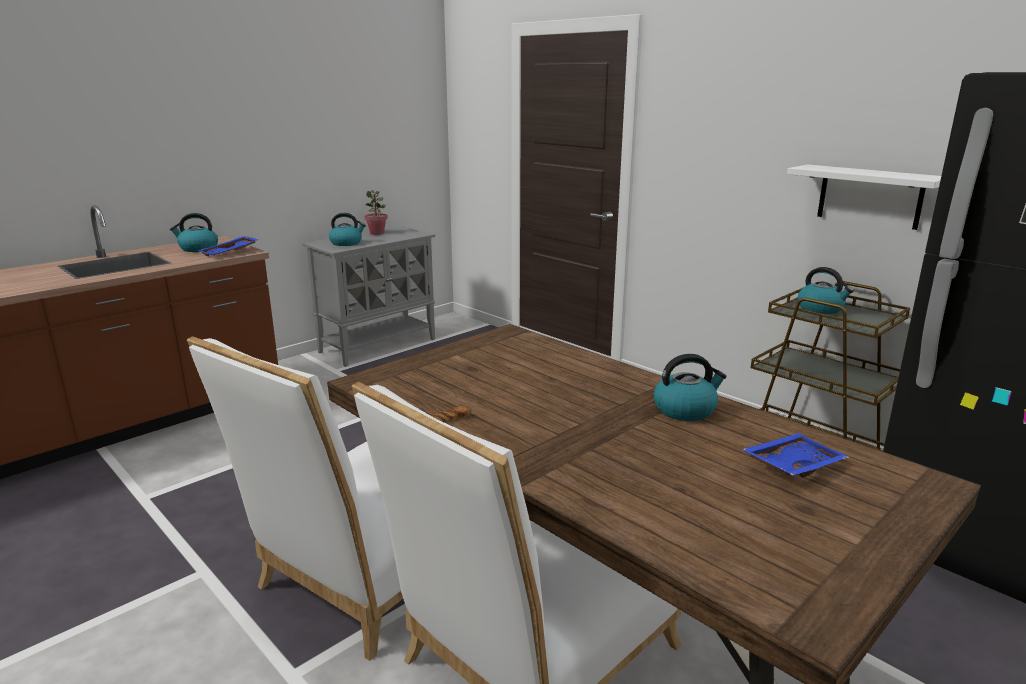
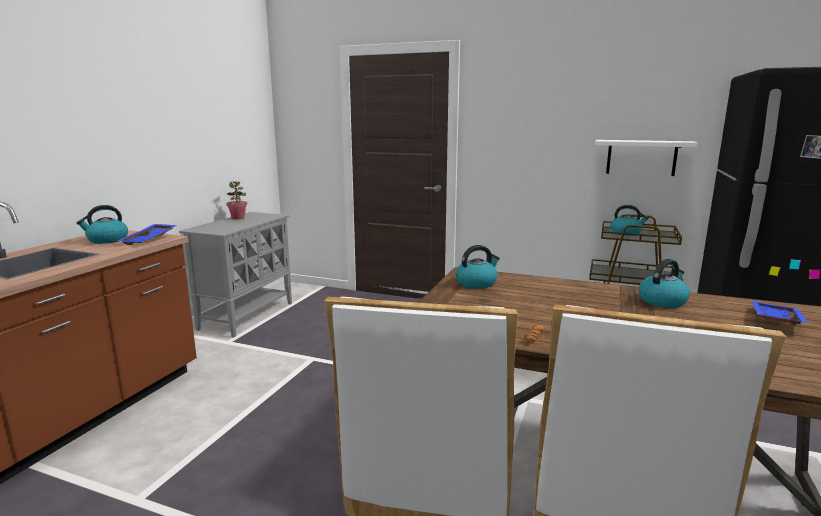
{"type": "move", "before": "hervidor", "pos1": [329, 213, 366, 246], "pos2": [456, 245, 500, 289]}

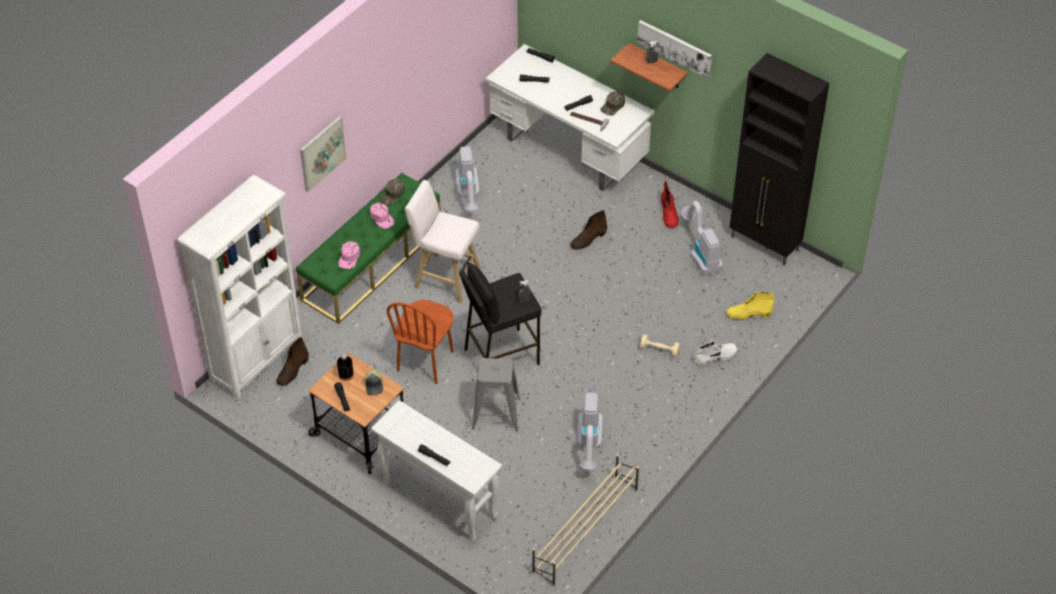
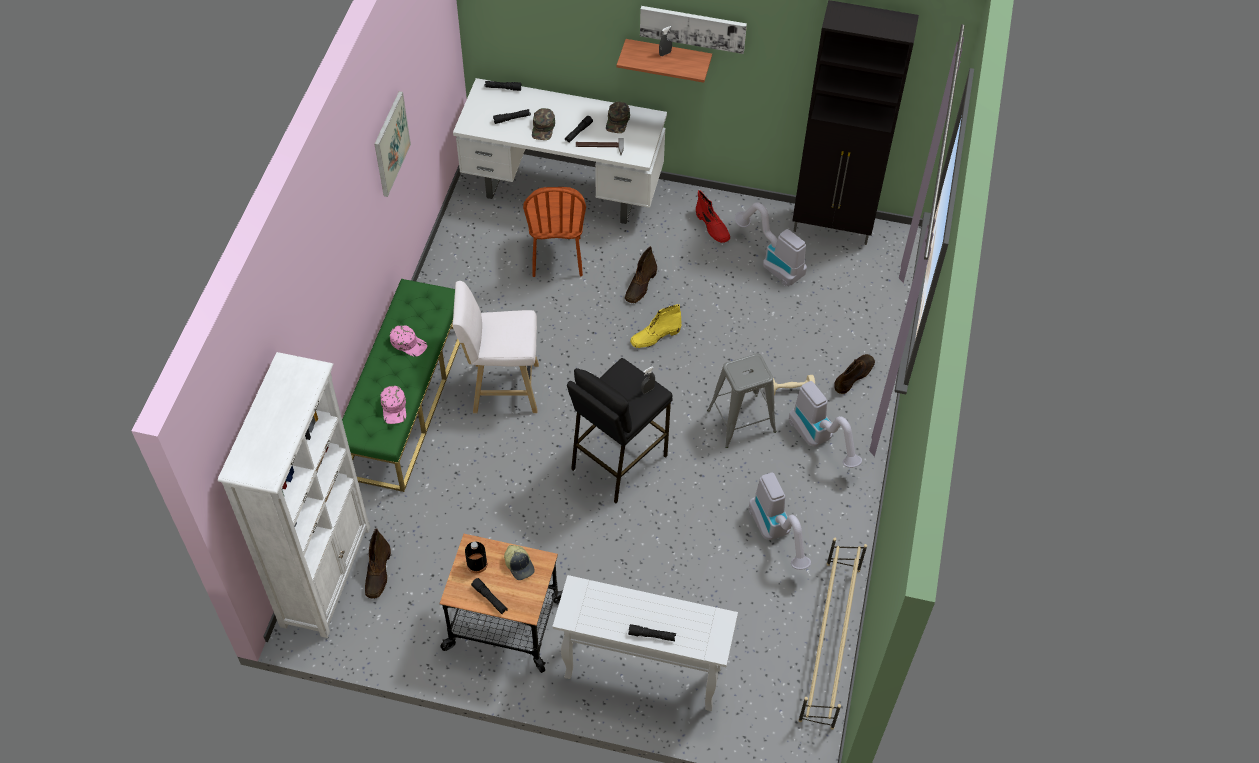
{"type": "move", "before": "cuadro", "pos1": [300, 116, 347, 192], "pos2": [374, 91, 411, 197]}
{"type": "move", "before": "gorra (verde)", "pos1": [380, 179, 405, 205], "pos2": [532, 108, 555, 140]}
{"type": "move", "before": "silla (marrón)", "pos1": [387, 300, 453, 384], "pos2": [523, 187, 586, 277]}
{"type": "move", "before": "aspiradora", "pos1": [455, 146, 479, 211], "pos2": [789, 381, 862, 468]}
{"type": "move", "before": "taburete (gris)", "pos1": [472, 358, 520, 431], "pos2": [707, 353, 777, 448]}
{"type": "recolor", "before": "bota (blanco)", "after": "bota (marrón)", "pos1": [694, 340, 737, 367], "pos2": [834, 354, 875, 394]}
{"type": "move", "before": "bota (amarillo)", "pos1": [726, 292, 774, 320], "pos2": [630, 304, 682, 348]}

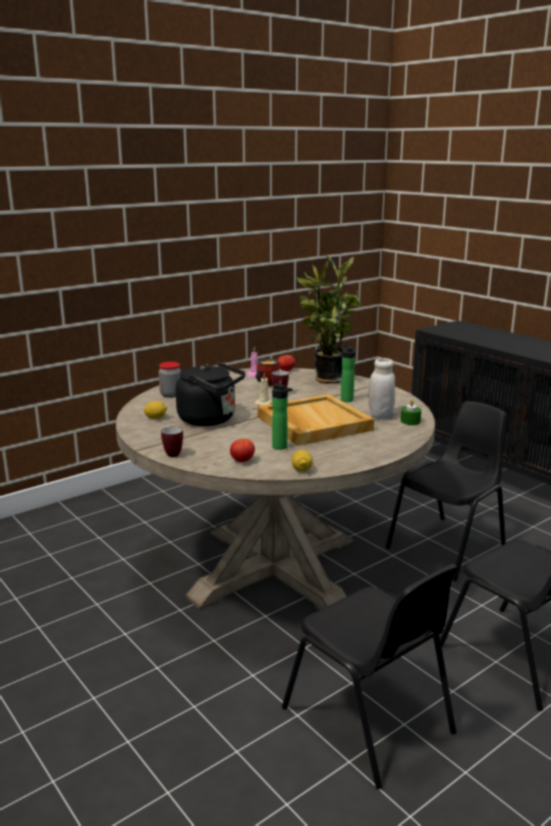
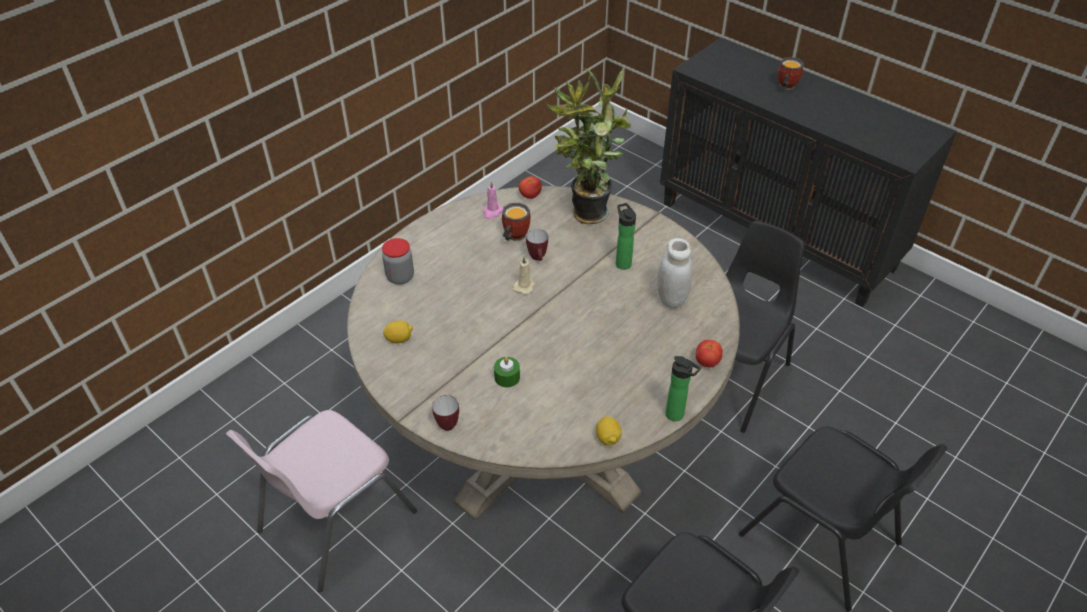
{"type": "delete", "before": "hervidor (negro)", "pos1": [176, 362, 246, 426]}
{"type": "move", "before": "tomate", "pos1": [230, 439, 255, 462], "pos2": [696, 340, 723, 367]}
{"type": "delete", "before": "bandeja (beis)", "pos1": [257, 394, 374, 446]}
{"type": "move", "before": "botella", "pos1": [272, 383, 292, 450], "pos2": [665, 356, 701, 421]}
{"type": "move", "before": "vela (verde)", "pos1": [401, 399, 421, 425], "pos2": [494, 357, 520, 387]}
{"type": "insert", "after": "silla (rosa)", "pos2": [226, 410, 417, 592]}
{"type": "insert", "after": "taza grande", "pos2": [778, 57, 804, 90]}

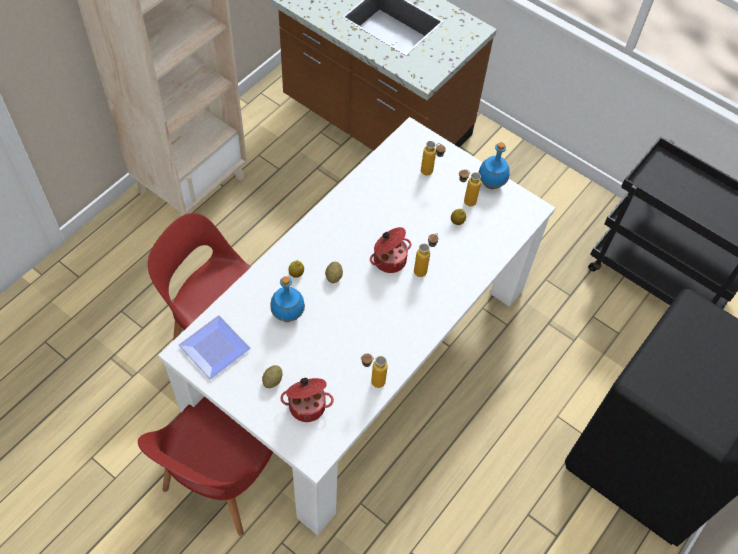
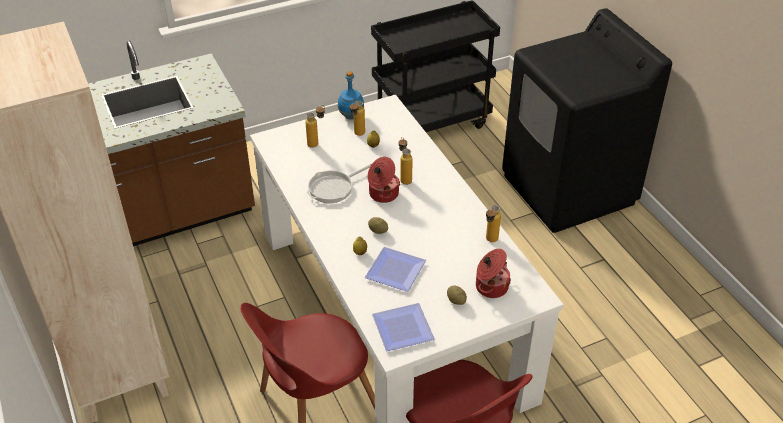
{"type": "replace", "before": "botella (azul)", "after": "plato", "pos1": [270, 276, 305, 322], "pos2": [365, 247, 426, 292]}
{"type": "insert", "after": "sartén", "pos2": [307, 164, 371, 203]}

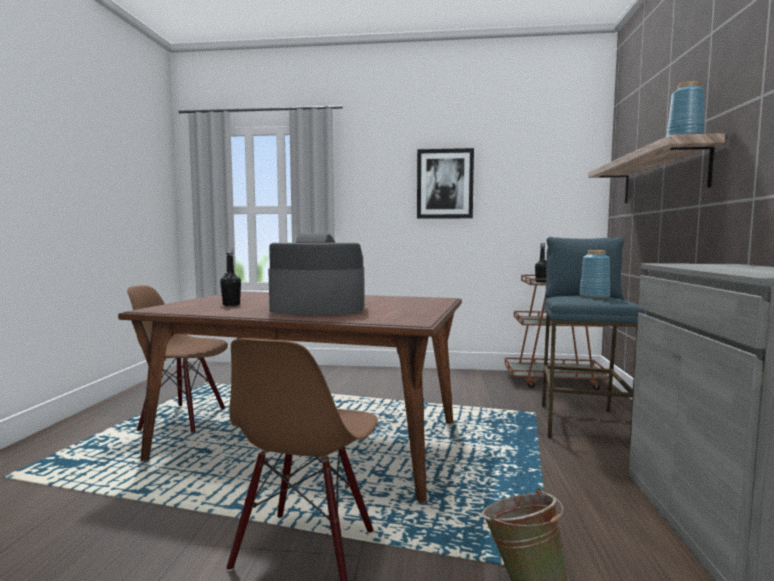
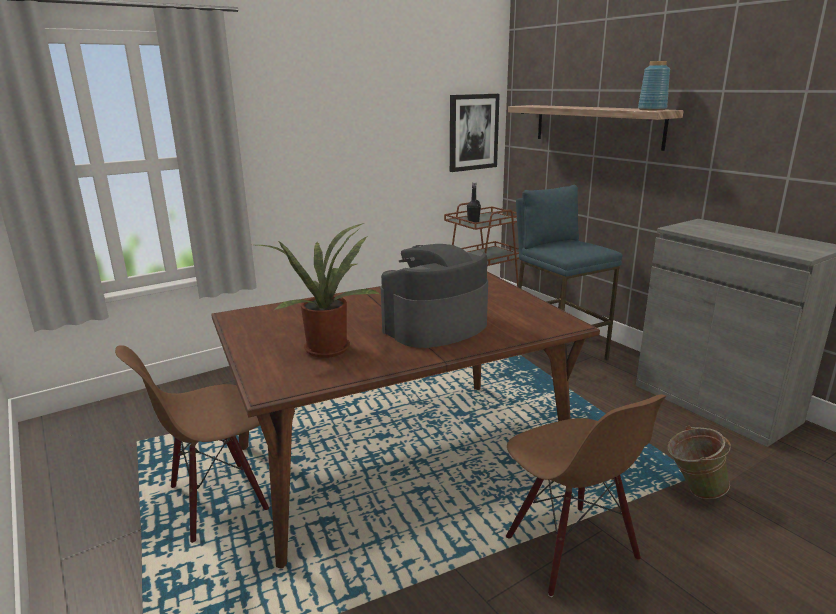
{"type": "replace", "before": "botella (negro)", "after": "planta en maceta", "pos1": [220, 248, 241, 306], "pos2": [258, 223, 381, 358]}
{"type": "move", "before": "cuadro", "pos1": [417, 148, 474, 219], "pos2": [450, 94, 500, 172]}
{"type": "delete", "before": "florero (azul)", "pos1": [579, 250, 610, 298]}

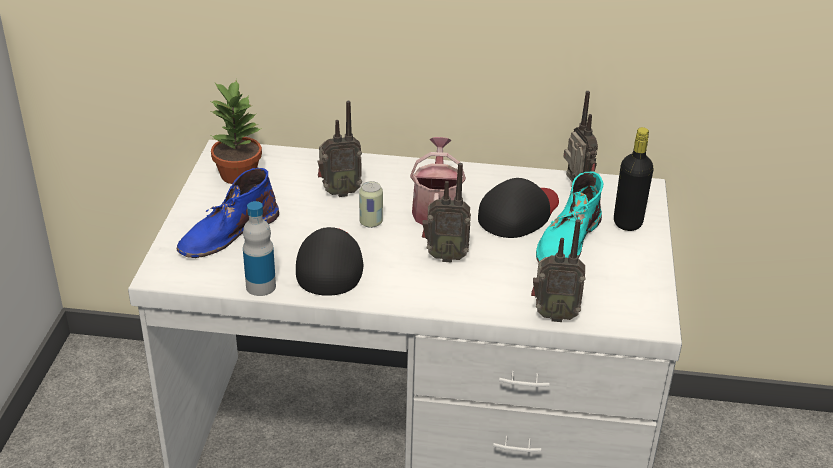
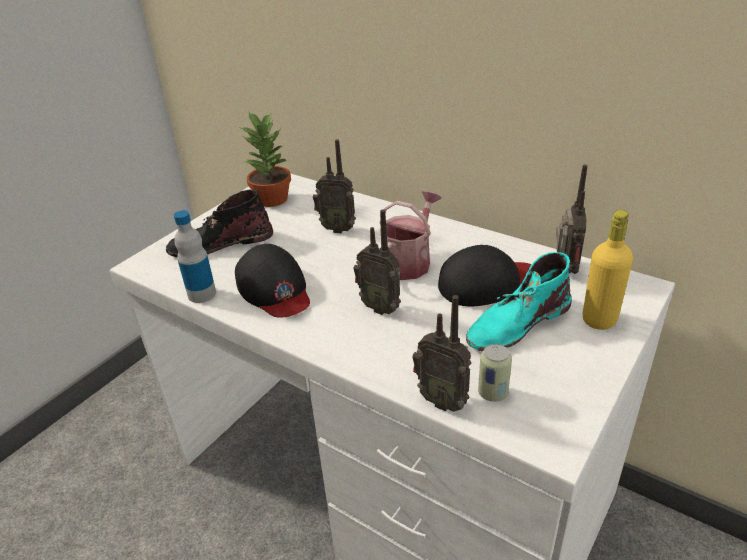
{"type": "recolor", "before": "bota (azul)", "after": "bota (negro)", "pos1": [177, 168, 279, 258], "pos2": [166, 189, 273, 258]}
{"type": "rotate", "before": "gorra (negro)", "pos1": [296, 227, 363, 296], "pos2": [235, 244, 310, 318], "turn": 120}
{"type": "move", "before": "lata", "pos1": [359, 181, 383, 228], "pos2": [478, 344, 512, 402]}
{"type": "recolor", "before": "botella (negro)", "after": "botella (amarillo)", "pos1": [614, 127, 654, 231], "pos2": [583, 210, 633, 330]}

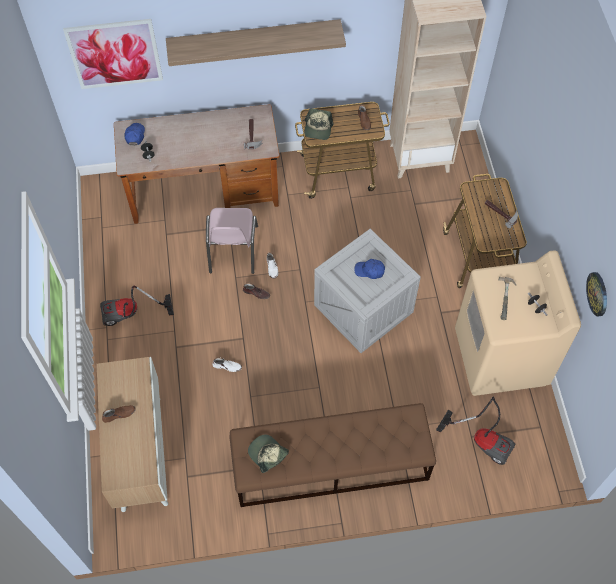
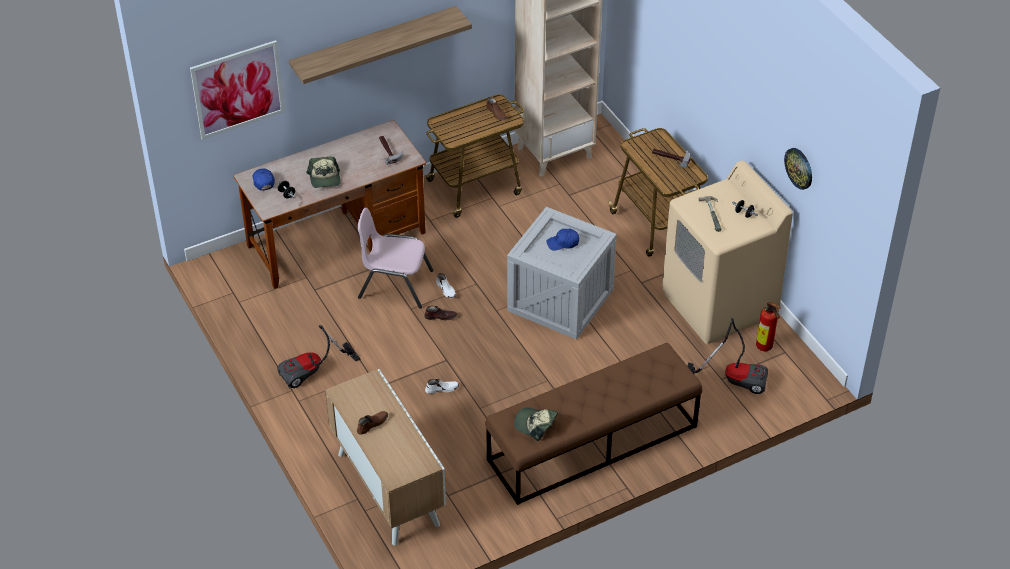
{"type": "rotate", "before": "silla (rosa)", "pos1": [206, 208, 258, 274], "pos2": [357, 208, 433, 309], "turn": 120}
{"type": "move", "before": "gorra", "pos1": [304, 108, 334, 140], "pos2": [306, 157, 341, 188]}
{"type": "insert", "after": "extintor", "pos2": [756, 302, 781, 351]}

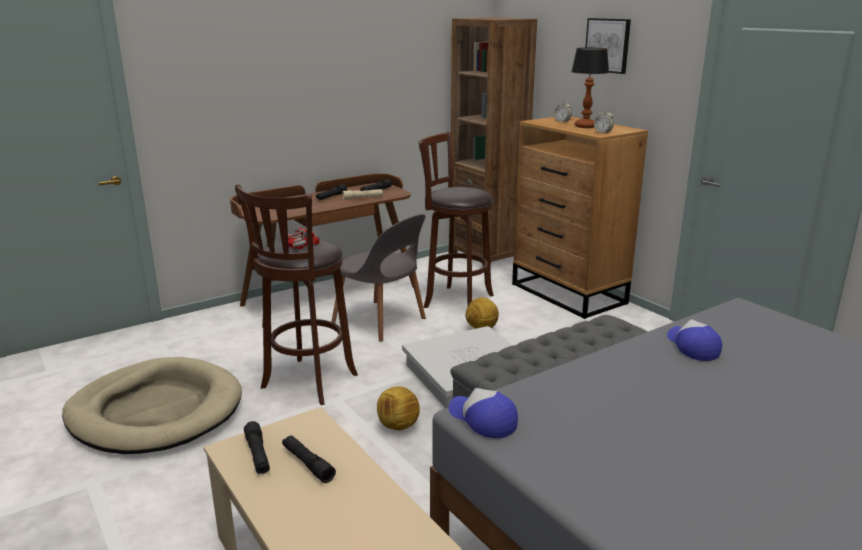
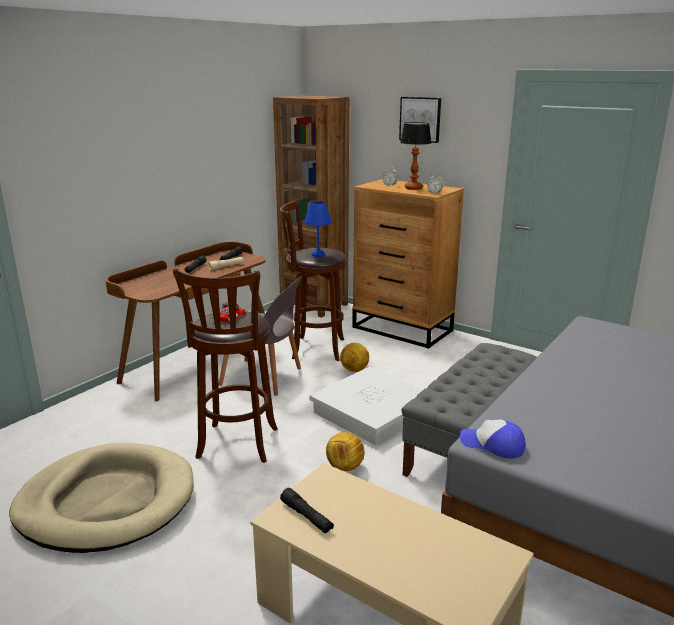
{"type": "delete", "before": "linterna (negro)", "pos1": [282, 435, 336, 483]}
{"type": "delete", "before": "gorra", "pos1": [667, 319, 722, 361]}
{"type": "insert", "after": "lámpara de mesa (azul)", "pos2": [304, 201, 332, 257]}

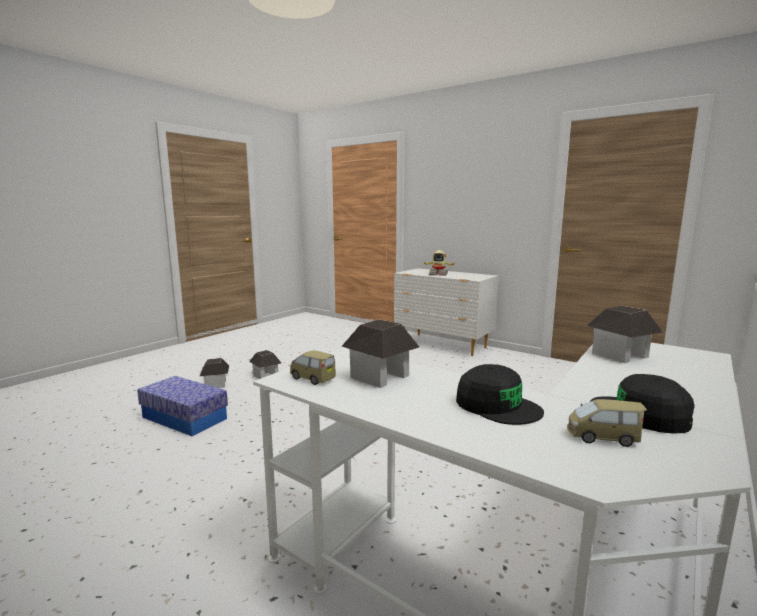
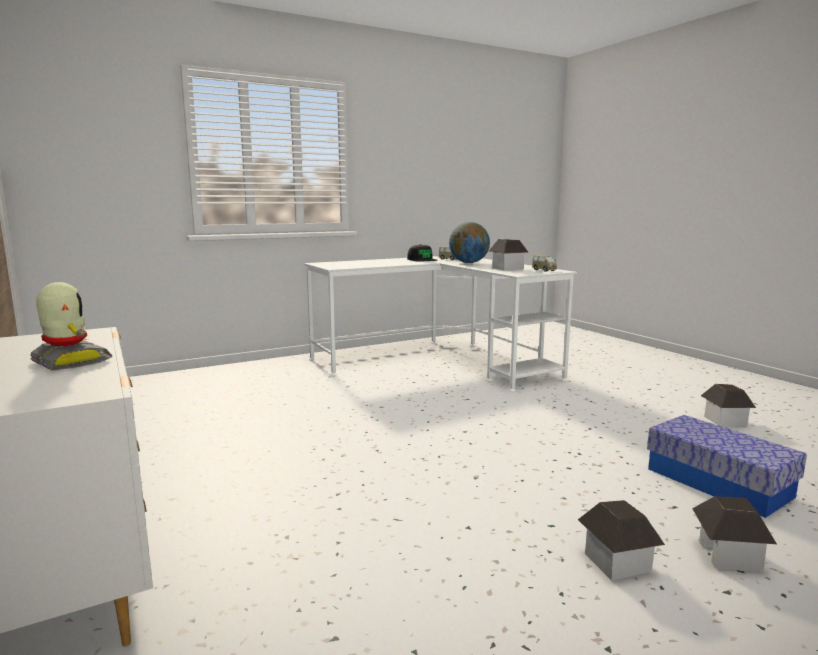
{"type": "replace", "before": "gorra (negro)", "after": "globo terráqueo", "pos1": [456, 364, 544, 425], "pos2": [449, 222, 490, 263]}
{"type": "move", "before": "casita", "pos1": [587, 306, 663, 363], "pos2": [701, 384, 756, 427]}

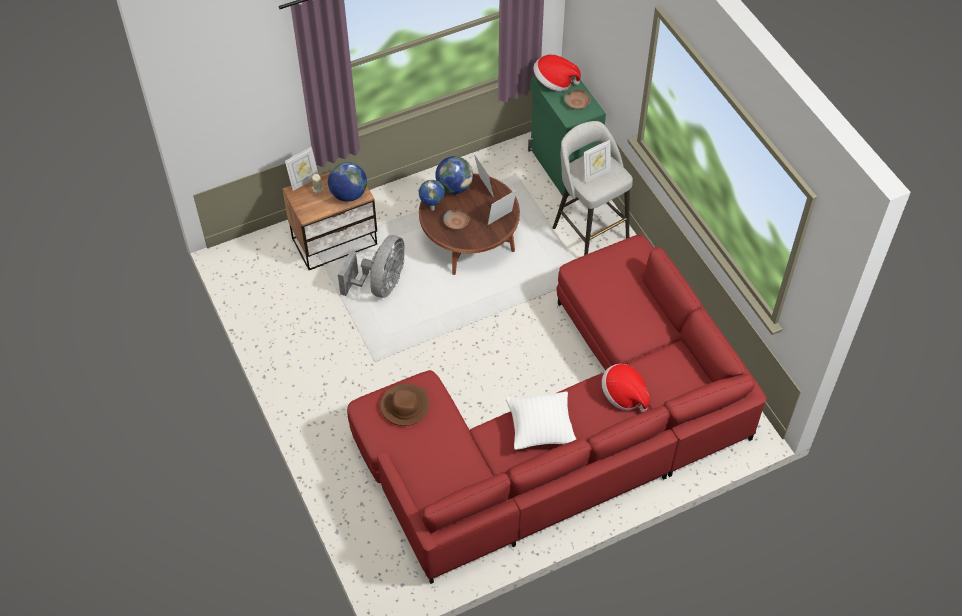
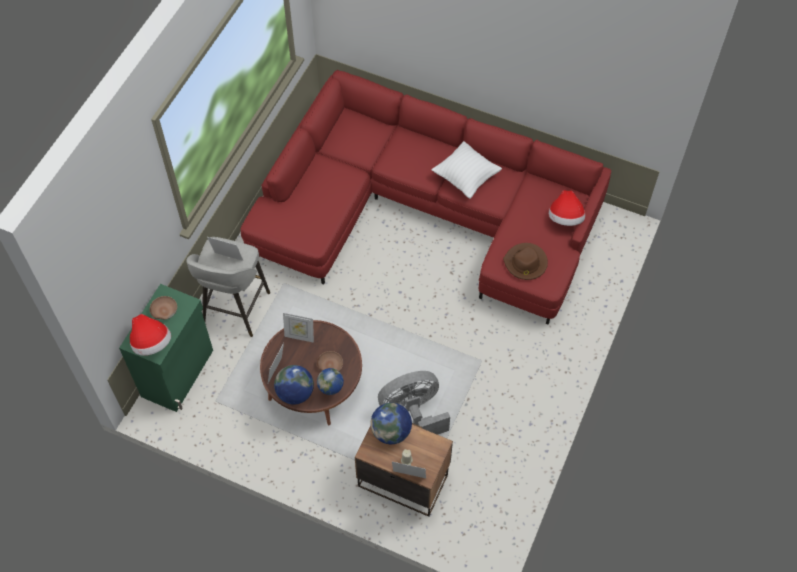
{"type": "move", "before": "sombrero", "pos1": [602, 364, 650, 412], "pos2": [549, 190, 585, 226]}

